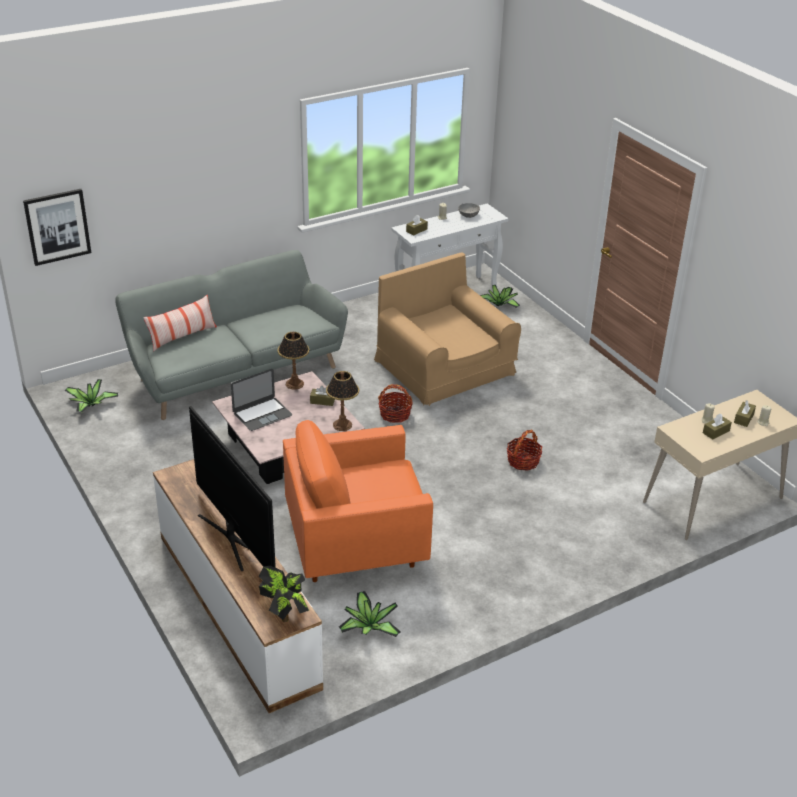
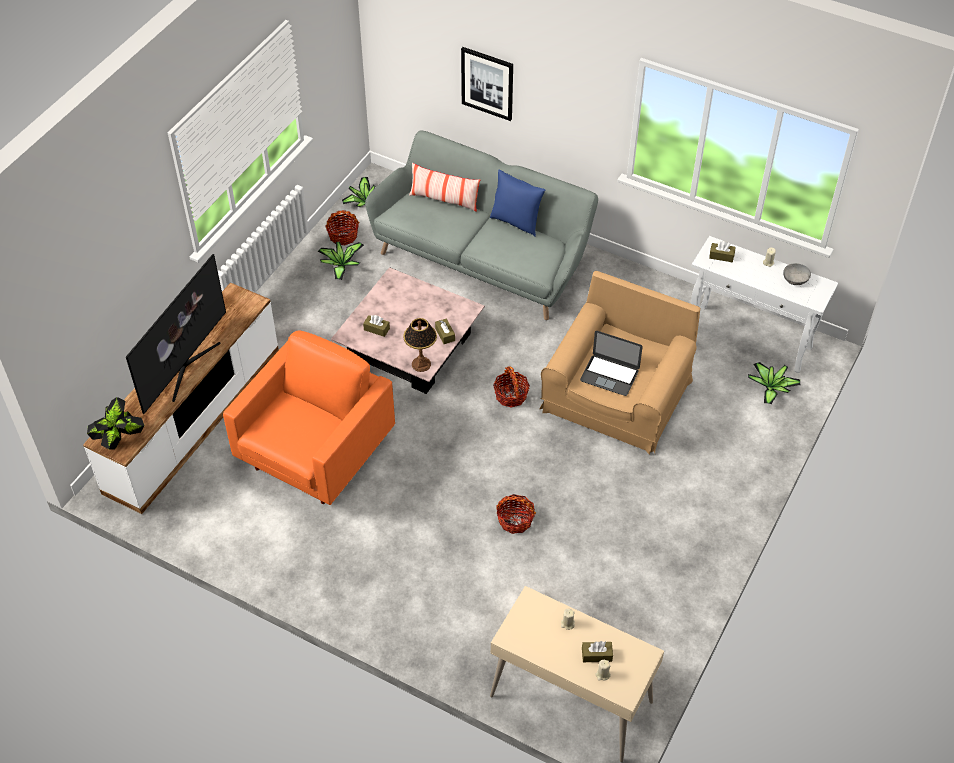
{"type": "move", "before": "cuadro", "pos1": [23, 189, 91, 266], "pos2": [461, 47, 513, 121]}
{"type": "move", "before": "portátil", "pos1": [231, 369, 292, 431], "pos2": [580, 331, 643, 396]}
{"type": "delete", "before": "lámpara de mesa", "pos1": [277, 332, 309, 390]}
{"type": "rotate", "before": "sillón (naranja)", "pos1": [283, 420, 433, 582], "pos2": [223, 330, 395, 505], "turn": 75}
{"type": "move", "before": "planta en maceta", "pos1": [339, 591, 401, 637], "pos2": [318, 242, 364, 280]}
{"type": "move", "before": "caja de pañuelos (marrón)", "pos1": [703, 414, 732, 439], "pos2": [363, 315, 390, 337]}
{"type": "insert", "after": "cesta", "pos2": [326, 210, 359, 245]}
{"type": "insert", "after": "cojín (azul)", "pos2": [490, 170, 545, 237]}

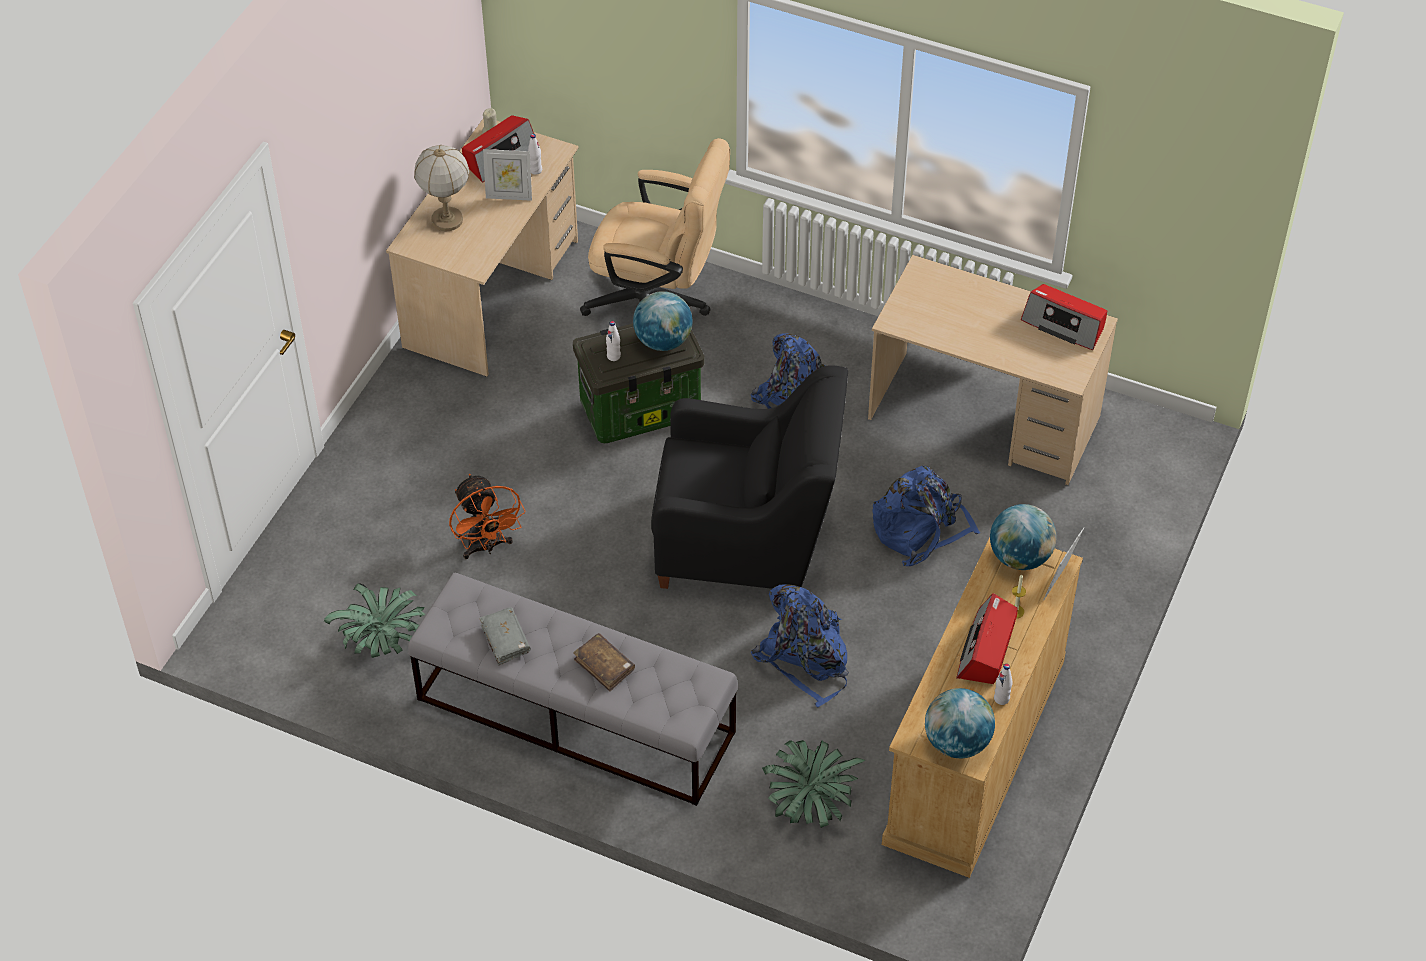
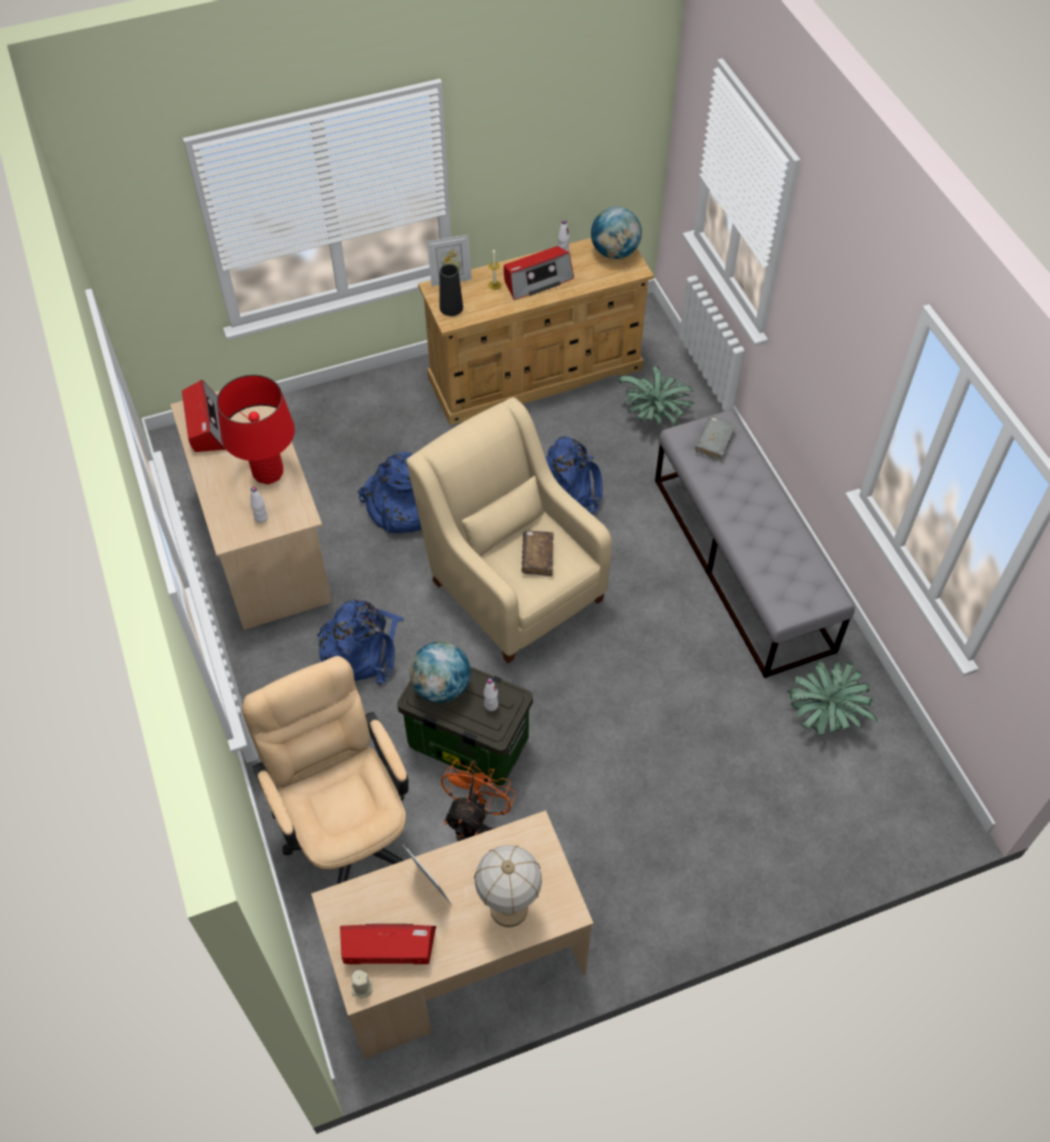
{"type": "move", "before": "ventilador (naranja)", "pos1": [449, 474, 526, 559], "pos2": [441, 760, 516, 841]}
{"type": "move", "before": "libro (gris)", "pos1": [479, 607, 531, 665], "pos2": [695, 416, 736, 462]}
{"type": "move", "before": "botella (blanco)", "pos1": [528, 134, 542, 175], "pos2": [250, 487, 268, 523]}
{"type": "move", "before": "libro (marrón)", "pos1": [573, 633, 635, 691], "pos2": [521, 531, 554, 576]}
{"type": "recolor", "before": "sillón (negro)", "after": "sillón (beis)", "pos1": [651, 365, 848, 589], "pos2": [406, 397, 612, 664]}
{"type": "replace", "before": "globo terráqueo", "after": "florero (negro)", "pos1": [990, 504, 1057, 570], "pos2": [440, 264, 463, 316]}
{"type": "insert", "after": "lámpara de mesa (rojo)", "pos2": [217, 375, 295, 484]}

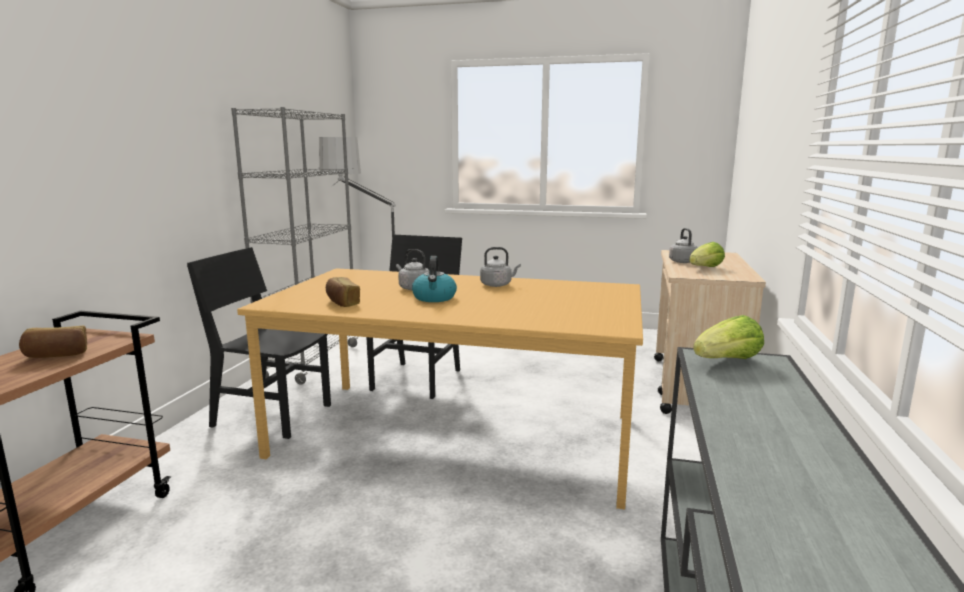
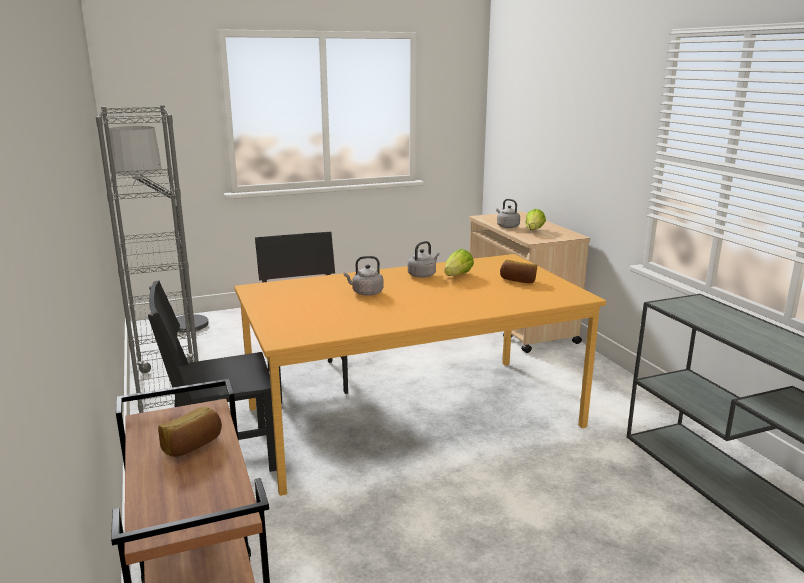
{"type": "move", "before": "pan", "pos1": [326, 277, 360, 307], "pos2": [500, 260, 537, 283]}
{"type": "delete", "before": "hervidor", "pos1": [412, 256, 457, 302]}
{"type": "move", "before": "lechuga", "pos1": [693, 315, 764, 359], "pos2": [445, 249, 474, 276]}

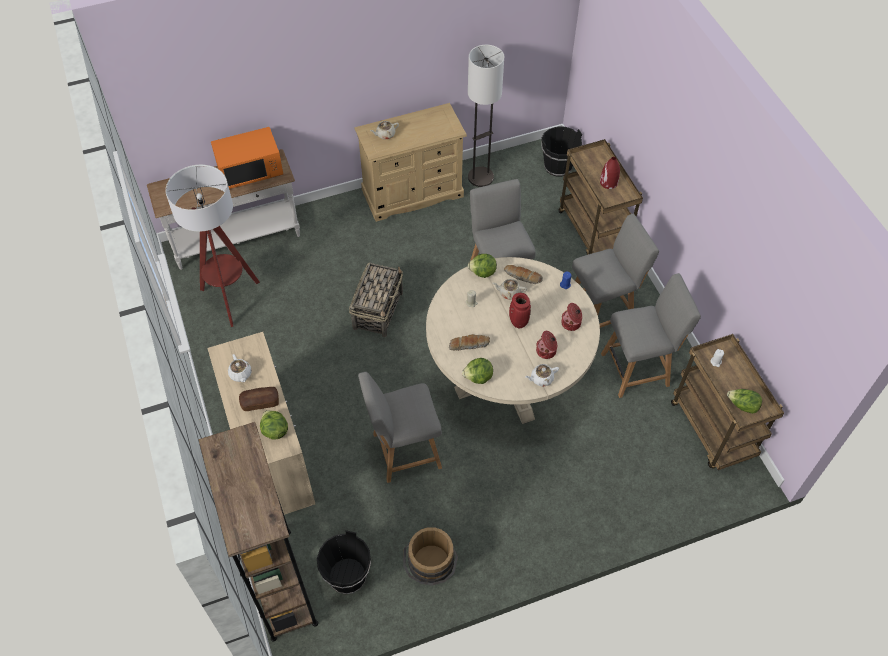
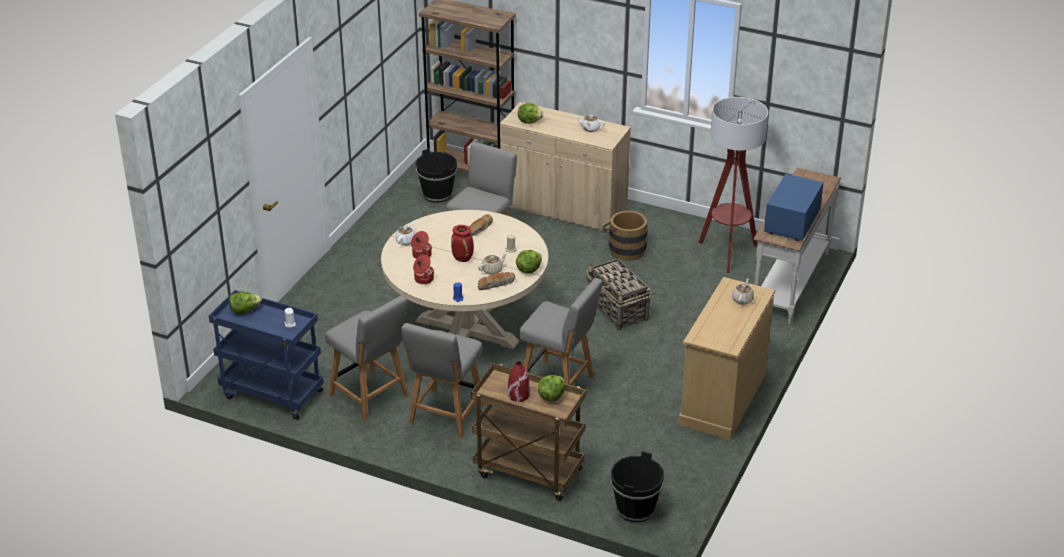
{"type": "recolor", "before": "microondas (naranja)", "after": "microondas (azul)", "pos1": [211, 127, 283, 189], "pos2": [764, 174, 824, 241]}
{"type": "delete", "before": "pan", "pos1": [239, 387, 279, 411]}
{"type": "move", "before": "cubo (marrón)", "pos1": [403, 527, 458, 586], "pos2": [602, 211, 648, 261]}
{"type": "move", "before": "lechuga", "pos1": [462, 358, 493, 384], "pos2": [538, 375, 565, 402]}
{"type": "delete", "before": "lámpara de pie", "pos1": [468, 45, 504, 187]}
{"type": "rotate", "before": "silla (gris)", "pos1": [601, 273, 701, 398], "pos2": [325, 296, 409, 421], "turn": -75}
{"type": "recolor", "before": "carrito (marrón)", "after": "carrito (azul)", "pos1": [671, 334, 784, 470], "pos2": [209, 290, 324, 420]}

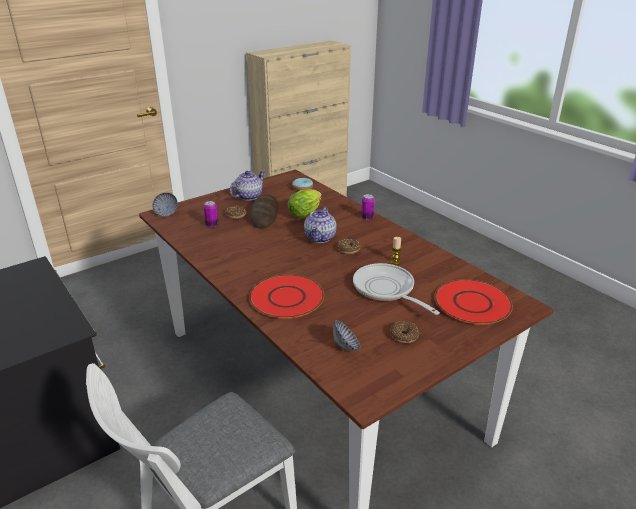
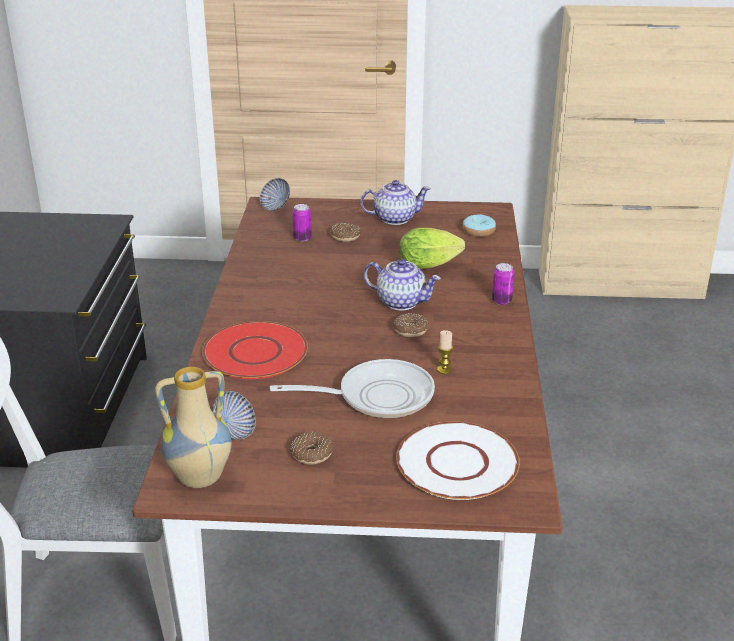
{"type": "delete", "before": "pan", "pos1": [250, 195, 279, 229]}
{"type": "rotate", "before": "tetera", "pos1": [304, 206, 337, 243], "pos2": [364, 259, 441, 310], "turn": -120}
{"type": "rotate", "before": "sartén", "pos1": [353, 263, 440, 315], "pos2": [270, 359, 435, 418], "turn": 75}
{"type": "recolor", "before": "plato (rojo)", "after": "plato (blanco)", "pos1": [434, 279, 513, 325], "pos2": [396, 421, 520, 500]}
{"type": "insert", "after": "florero", "pos2": [155, 367, 232, 488]}

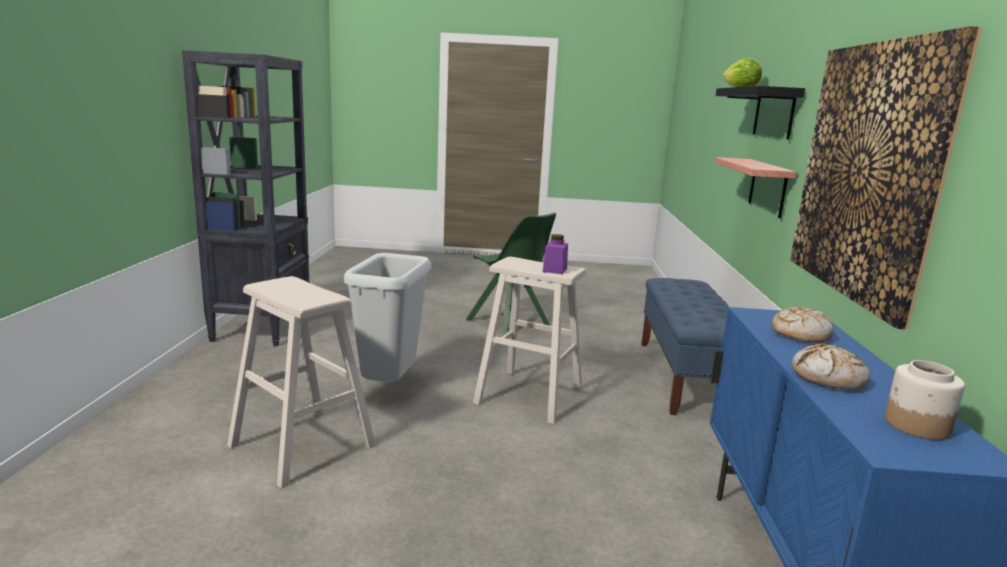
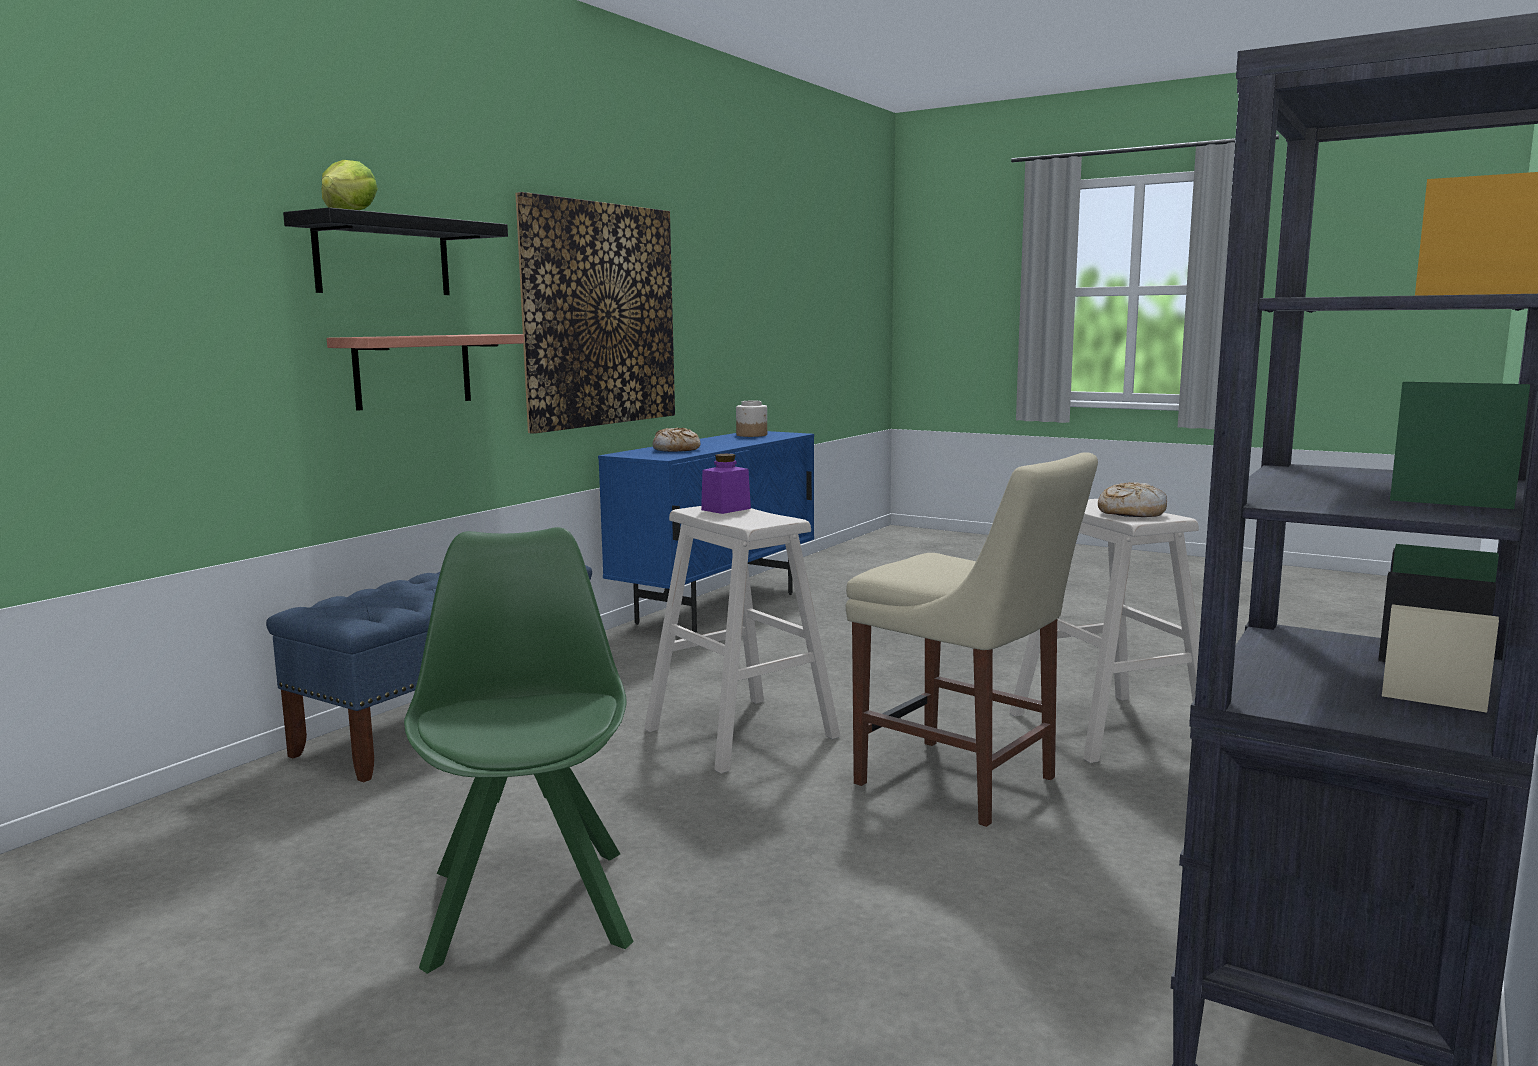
{"type": "replace", "before": "papelera (gris)", "after": "silla (beis)", "pos1": [344, 253, 431, 382], "pos2": [846, 452, 1098, 827]}
{"type": "move", "before": "pan", "pos1": [792, 344, 870, 390], "pos2": [1098, 482, 1167, 517]}

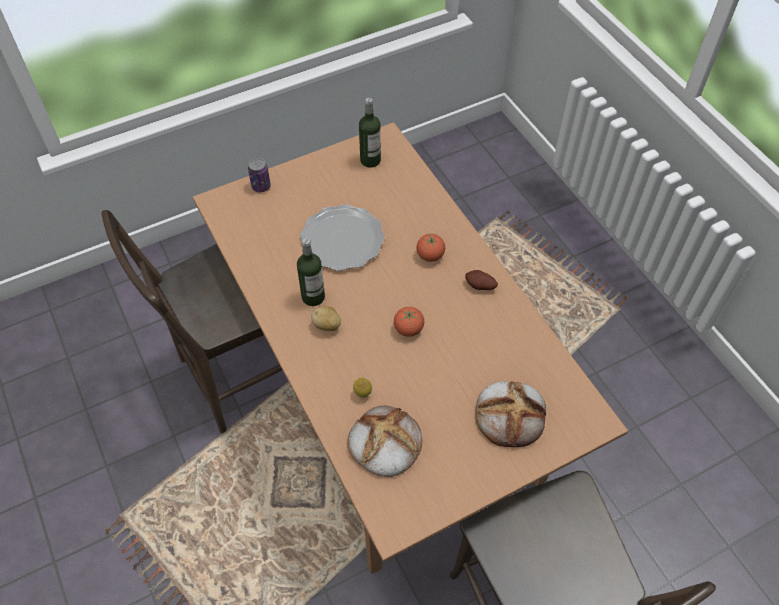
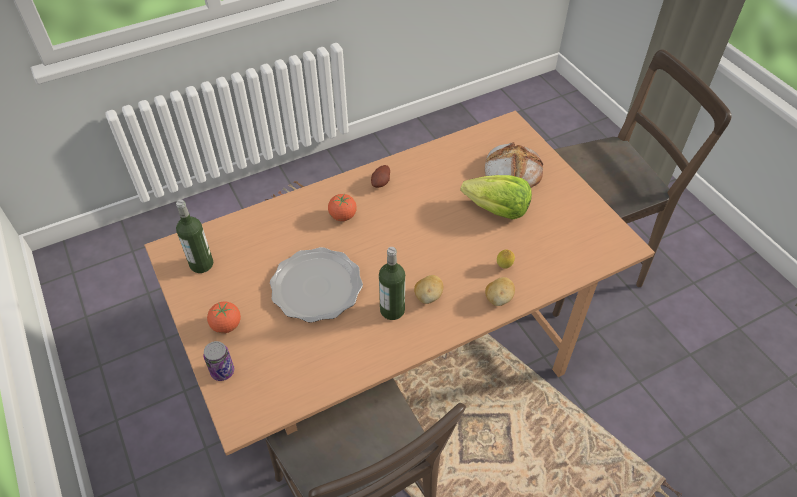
{"type": "delete", "before": "pan", "pos1": [348, 406, 422, 477]}
{"type": "move", "before": "tomate", "pos1": [394, 307, 424, 337], "pos2": [207, 302, 241, 333]}
{"type": "insert", "after": "lechuga", "pos2": [460, 175, 532, 220]}
{"type": "insert", "after": "patata", "pos2": [485, 277, 515, 306]}

